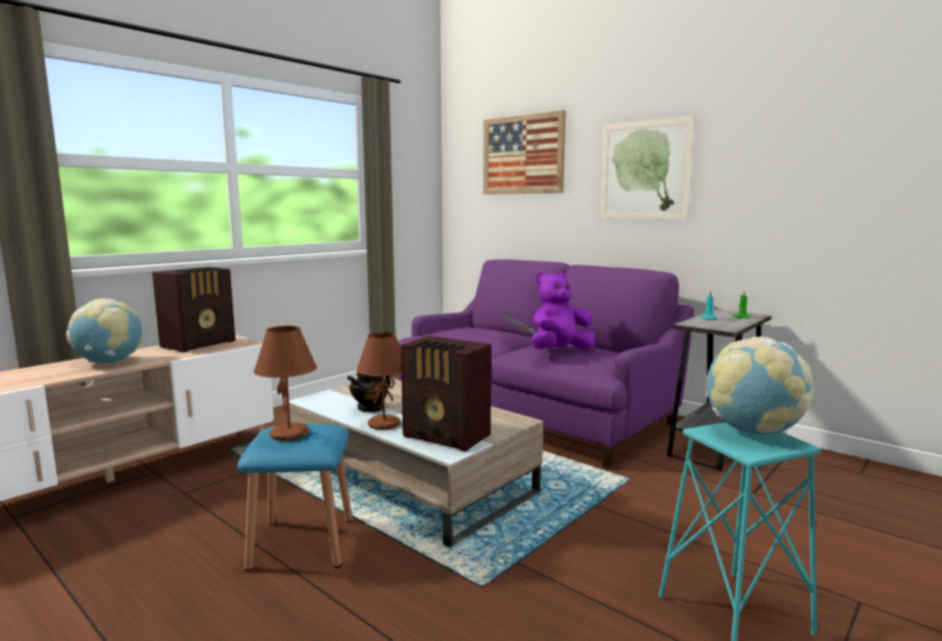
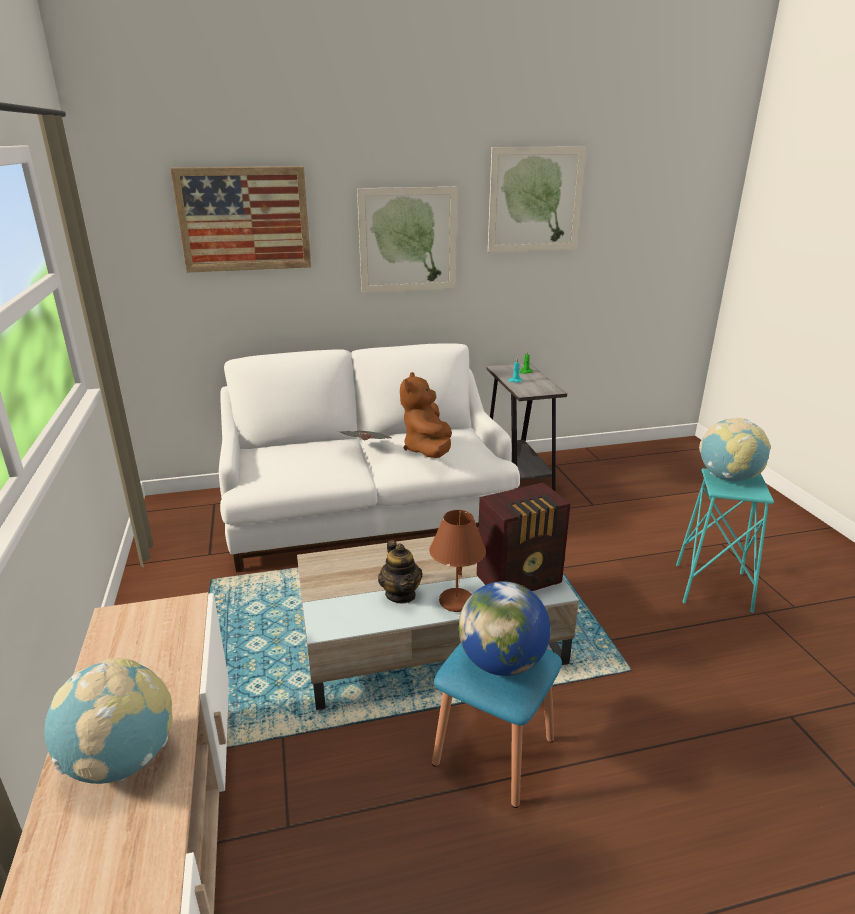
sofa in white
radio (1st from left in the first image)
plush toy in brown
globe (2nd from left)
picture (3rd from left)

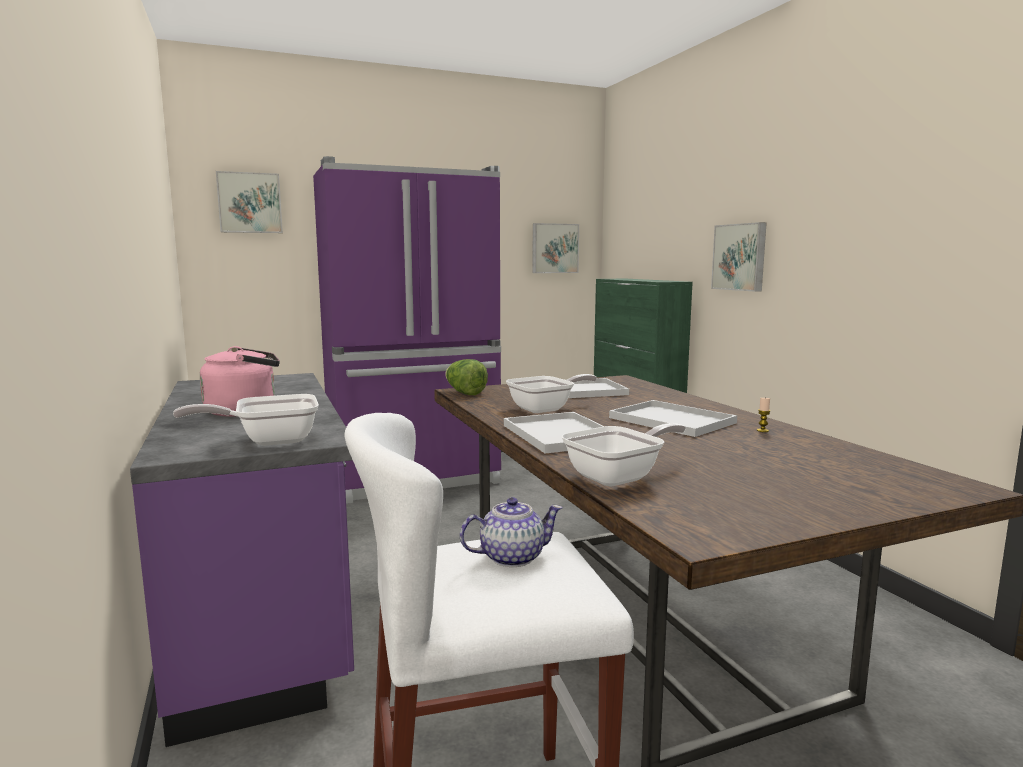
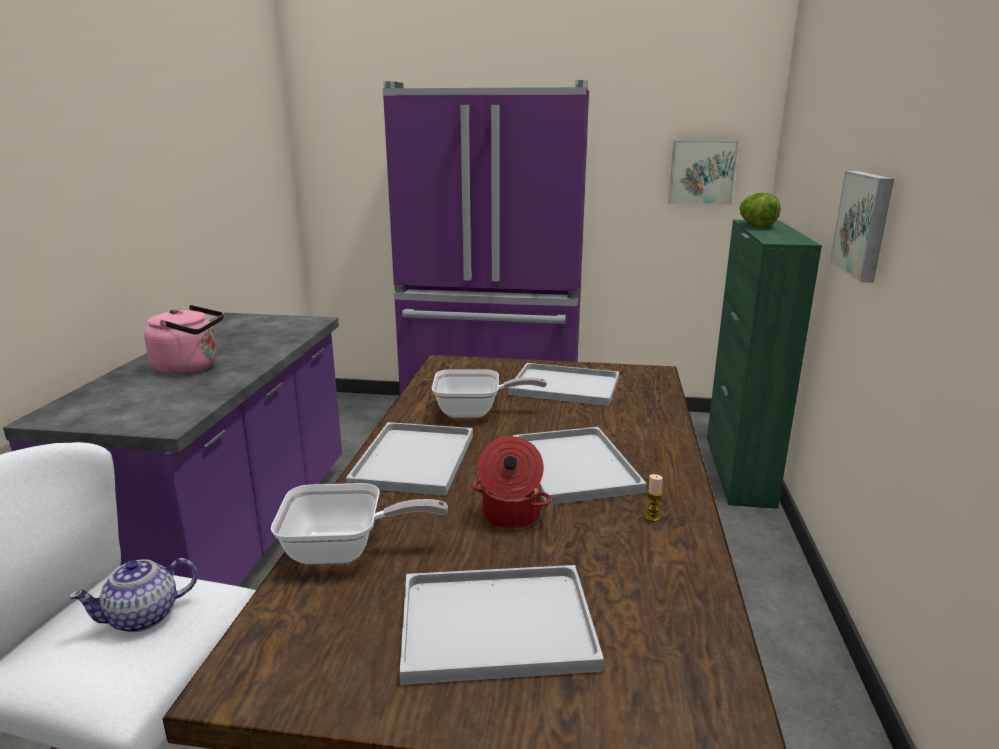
picture (1st from left in the first image)
lettuce
frying pan (1st from left in the first image)
teapot
cooking pot
tray in white (2nd from left)

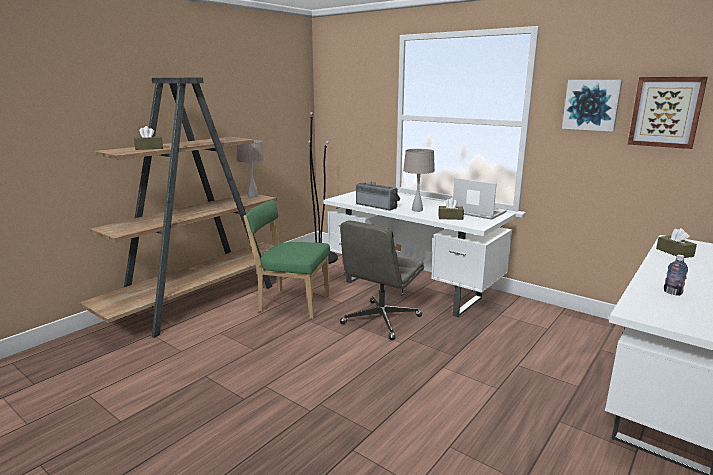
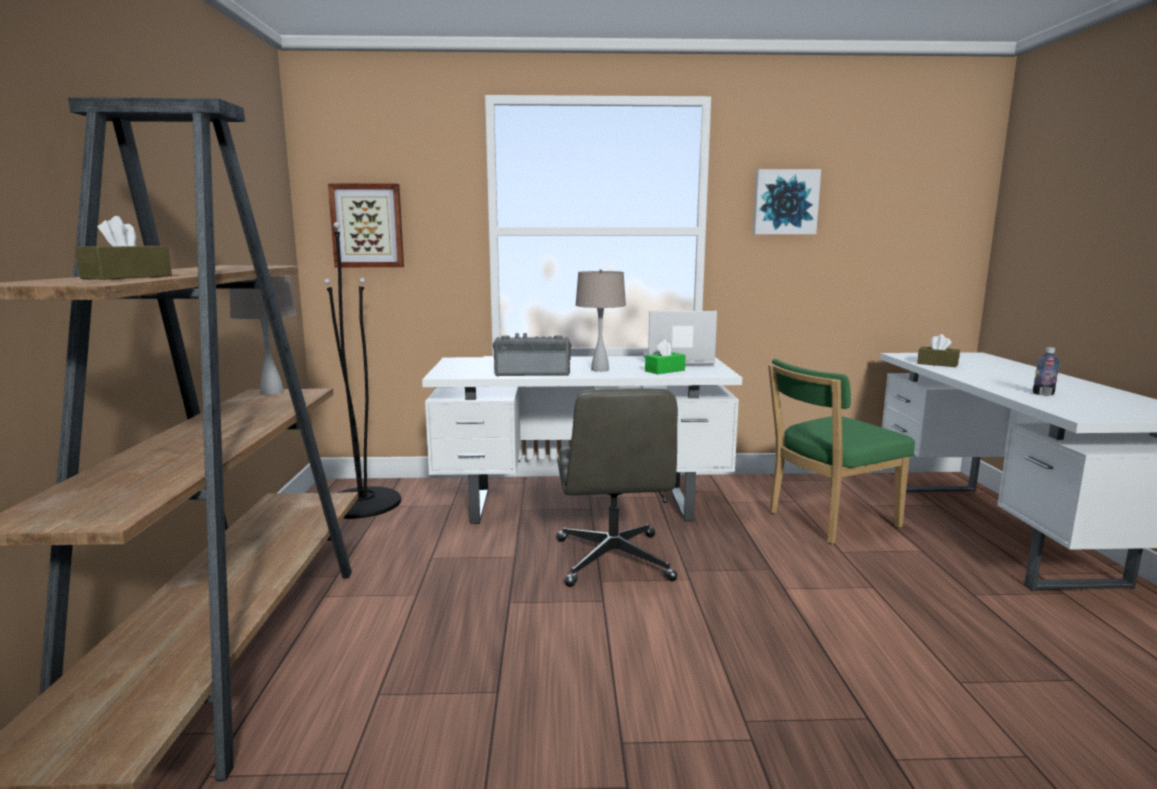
picture (1st from left)
tissue box in green
chair in green

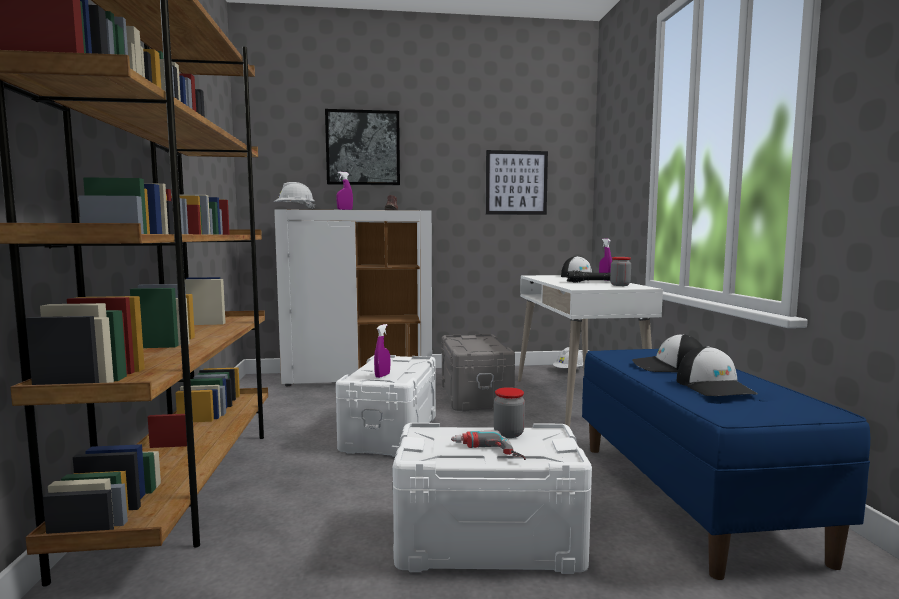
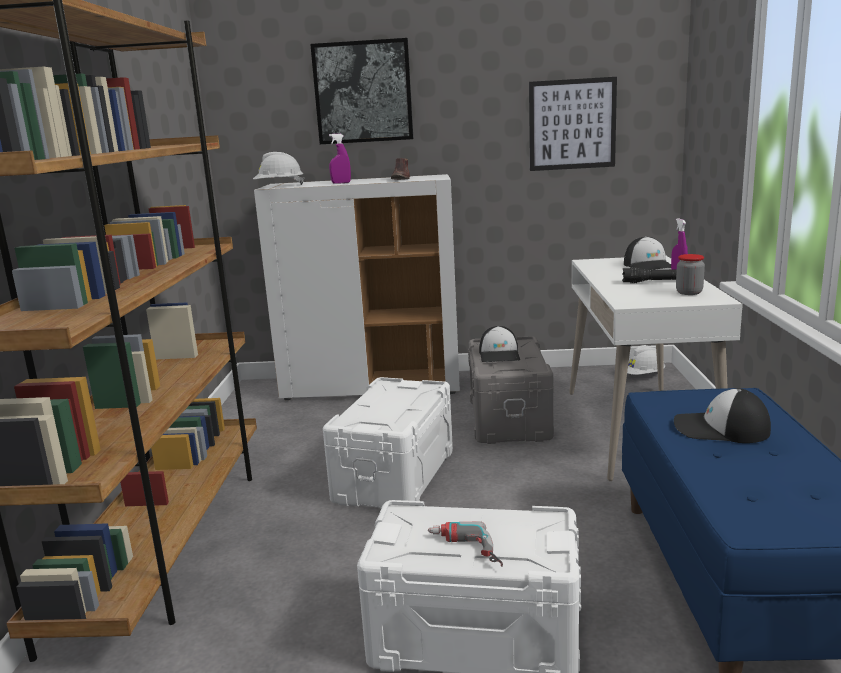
spray bottle in purple (2nd from left in the first image)
cap (1st from left)
jar (1st from left in the first image)

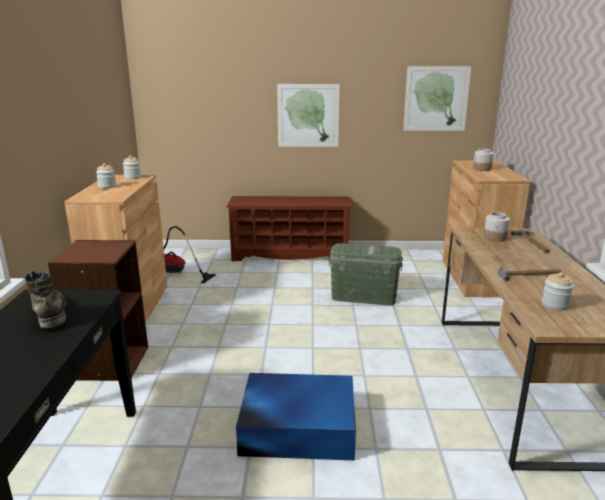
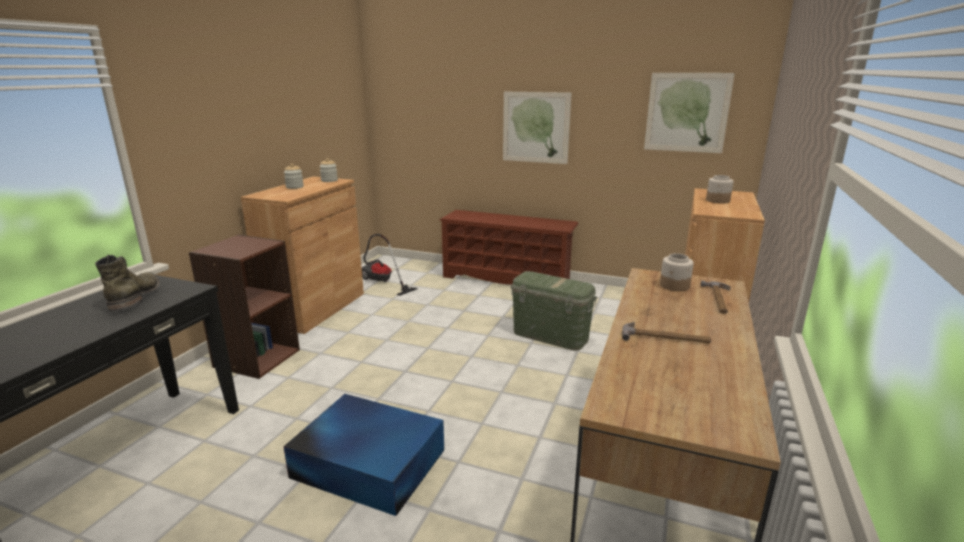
jar (5th from left in the first image)

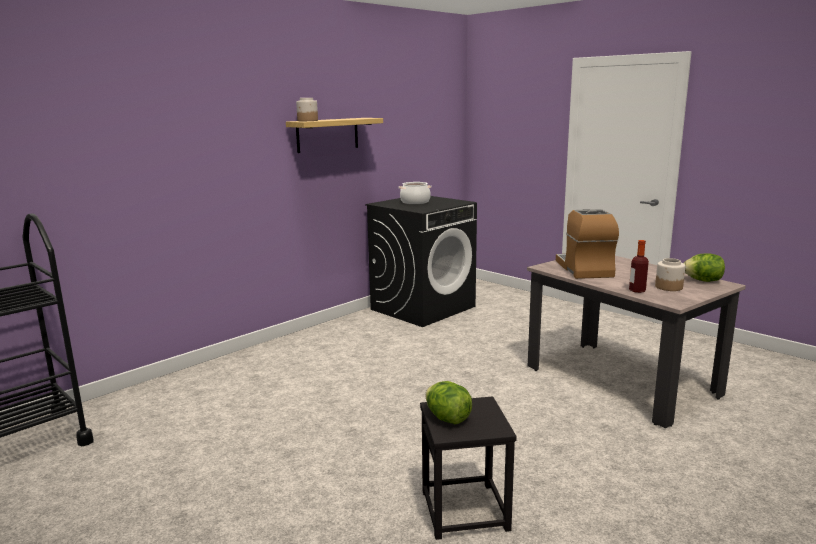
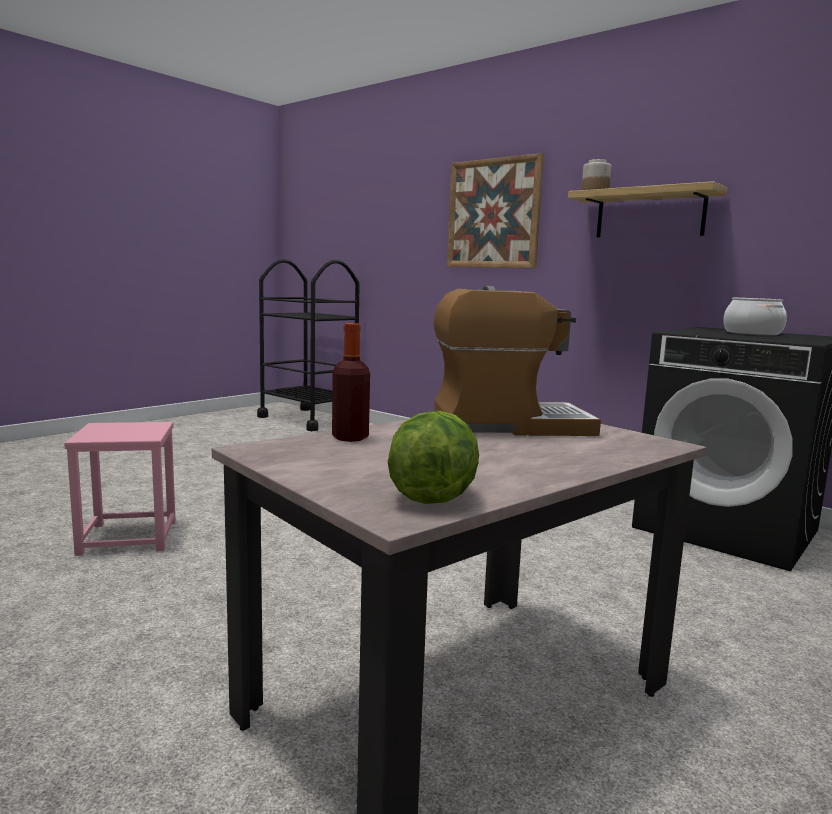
jar (2nd from left in the first image)
lettuce (1st from left in the first image)
stool in pink
picture

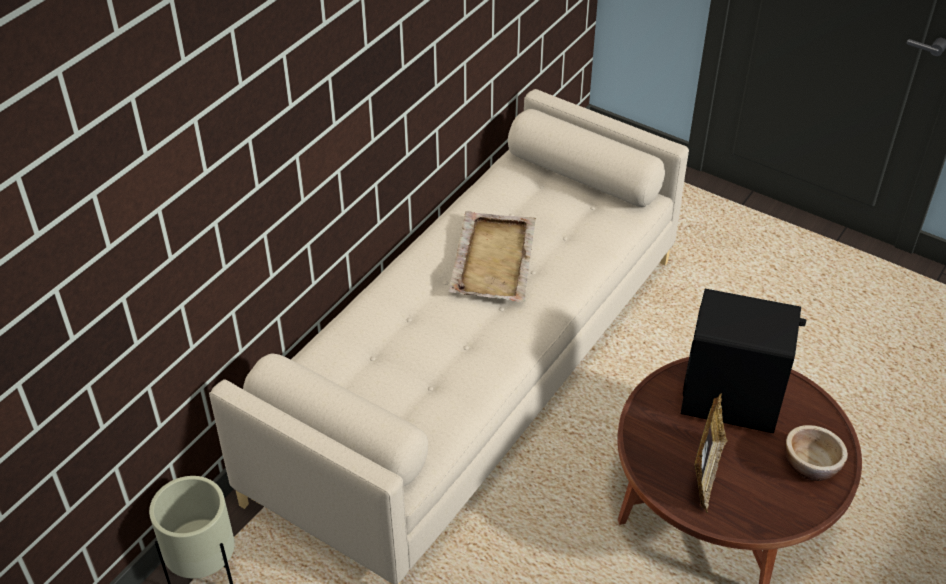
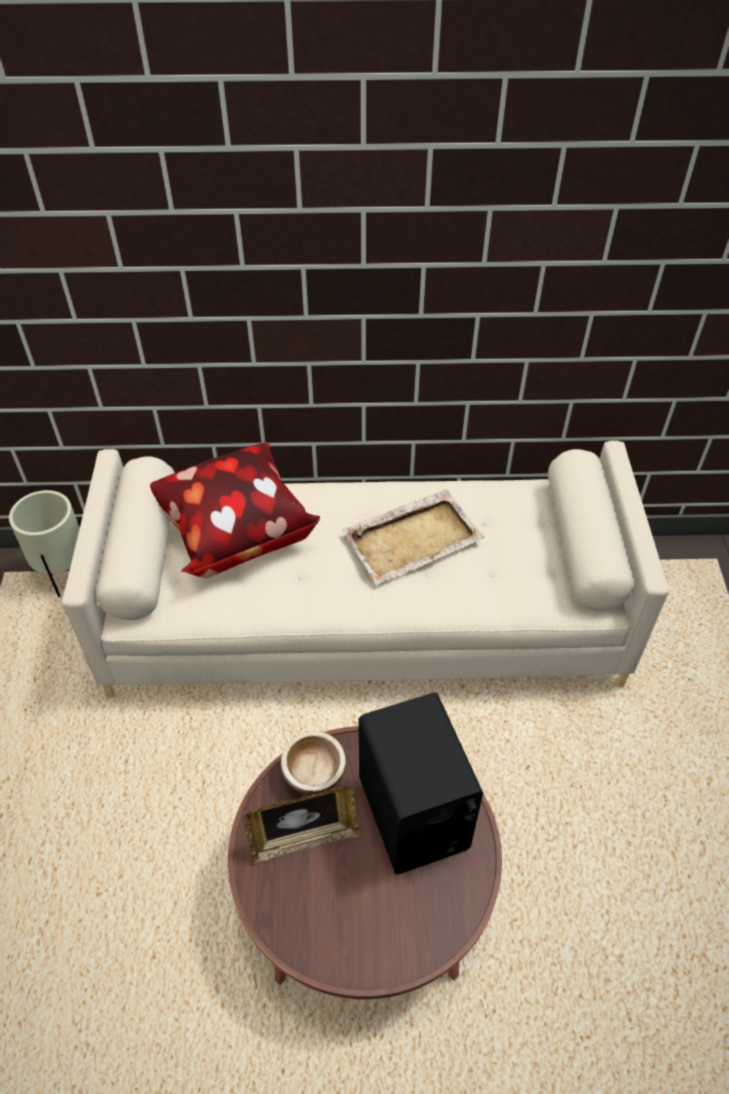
bowl
pillow

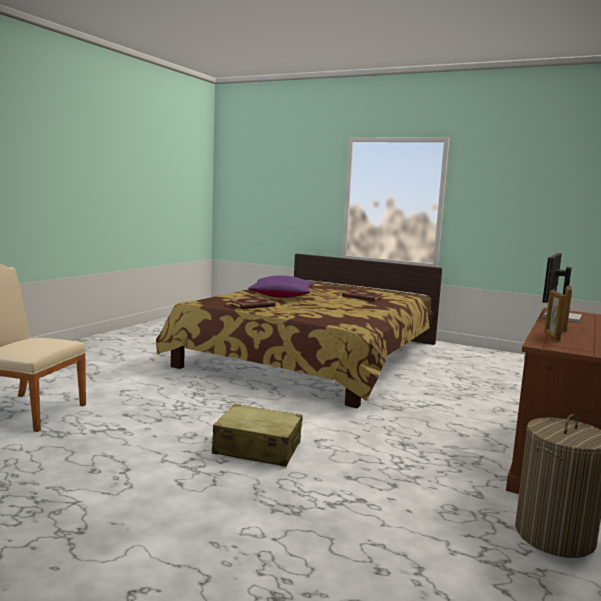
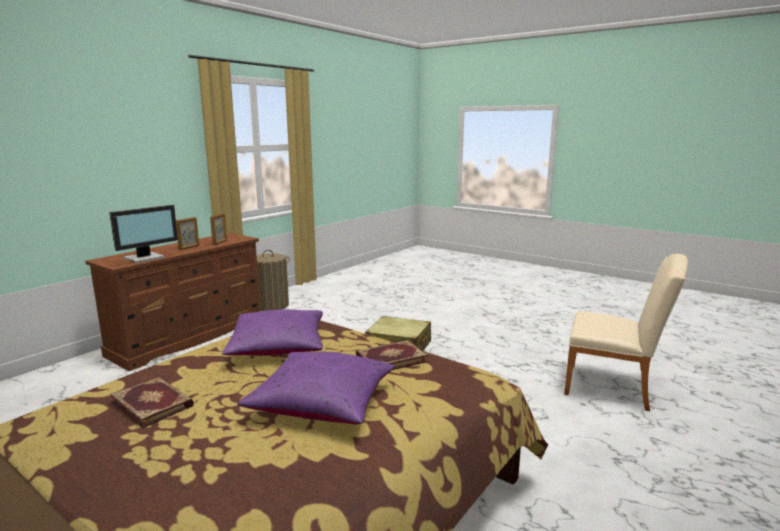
pillow in purple (1st from left)

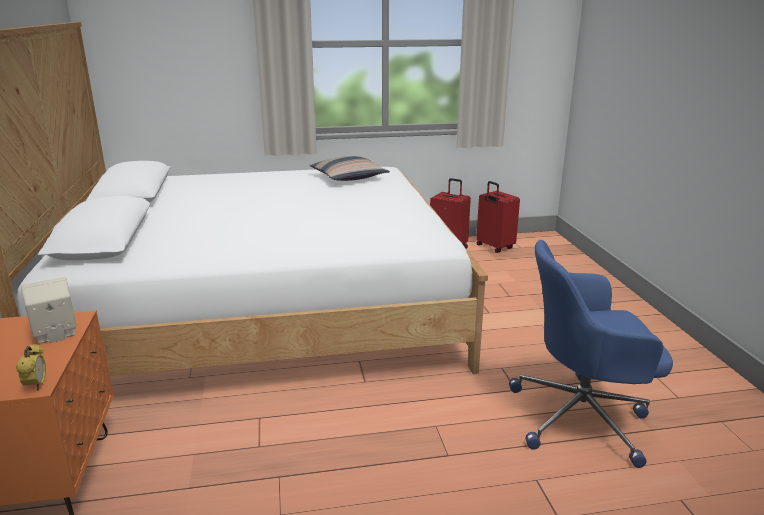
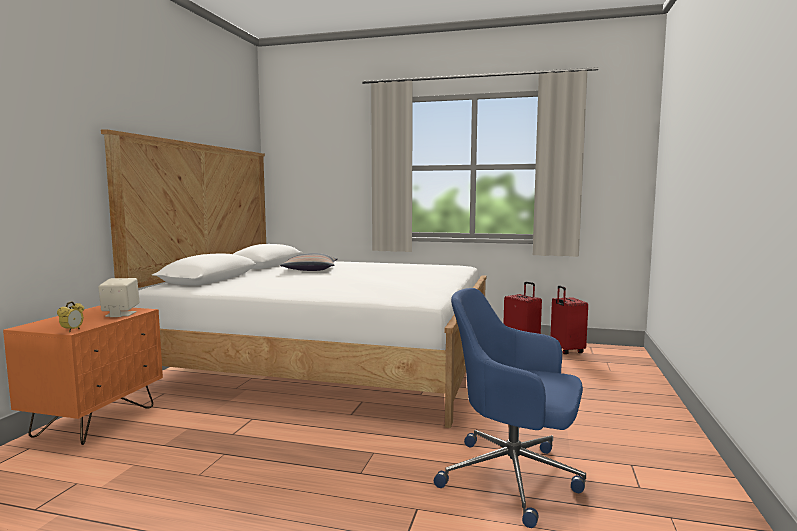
pillow

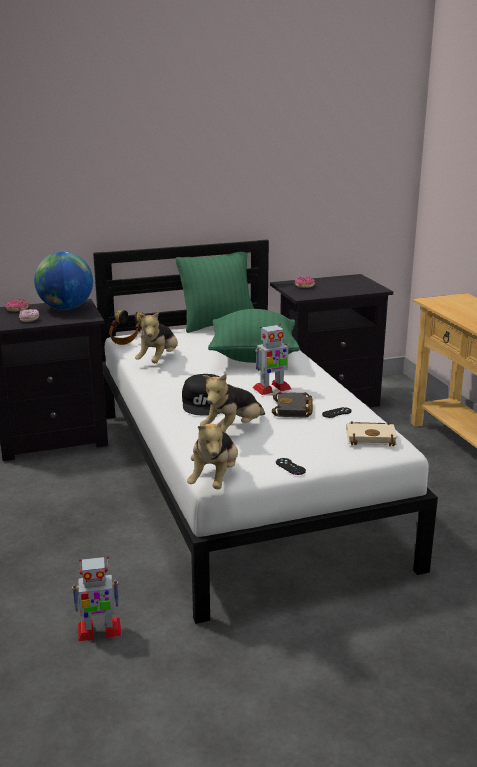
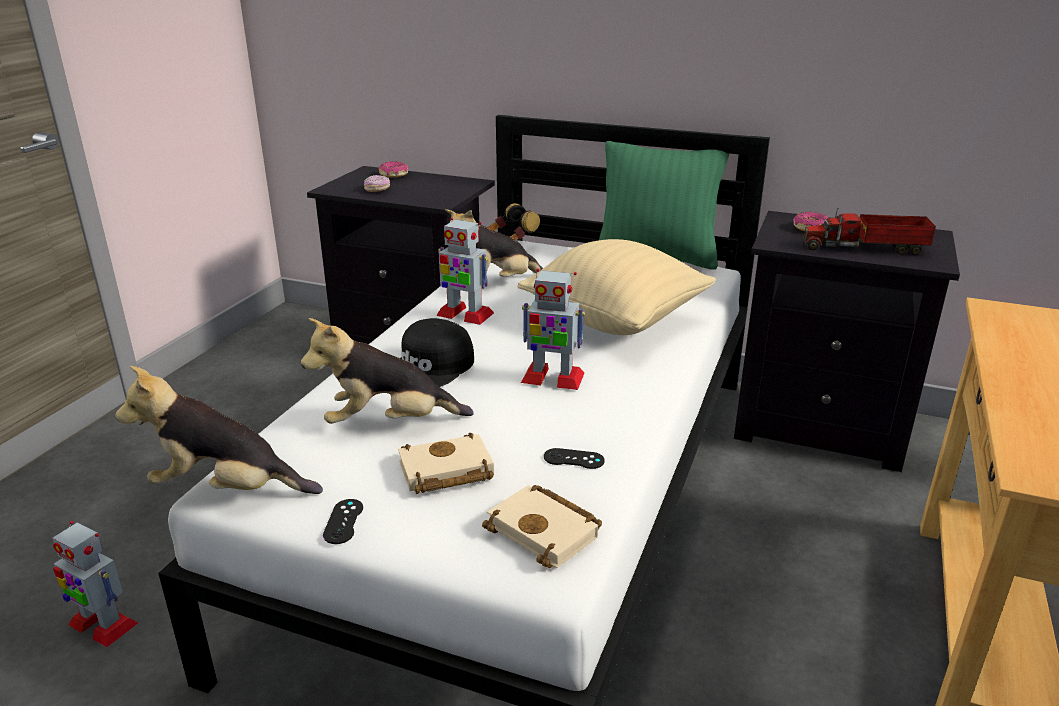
globe
pillow in beige
book in black
plush toy (1st from left)
toy truck
toy robot (2nd from left)
book in beige (1st from left)

